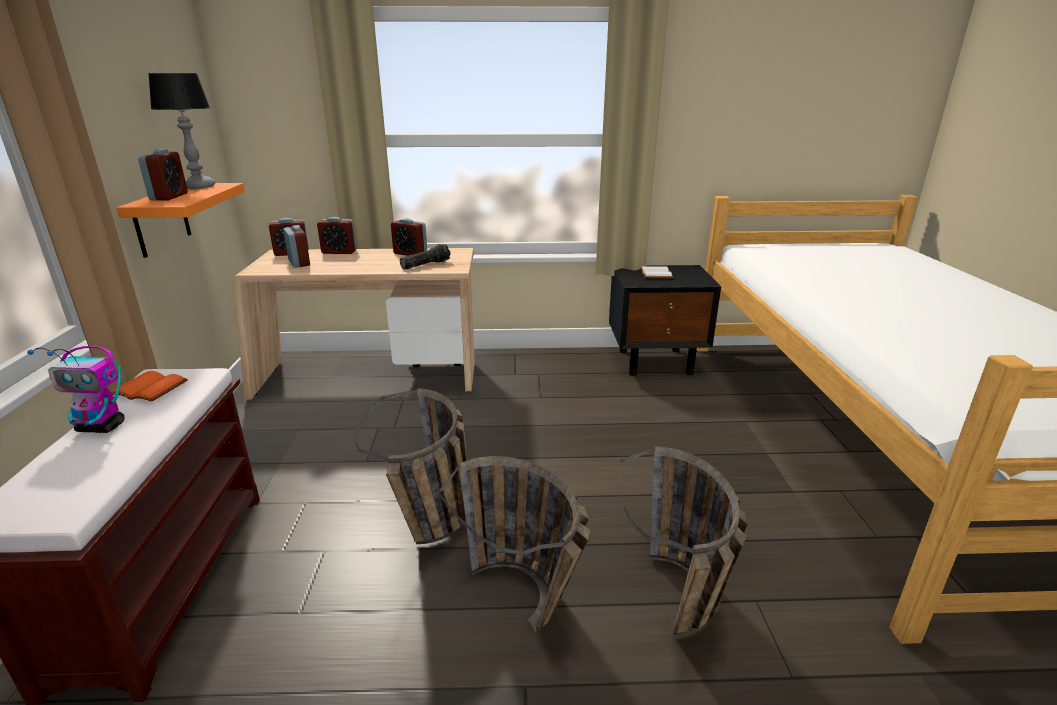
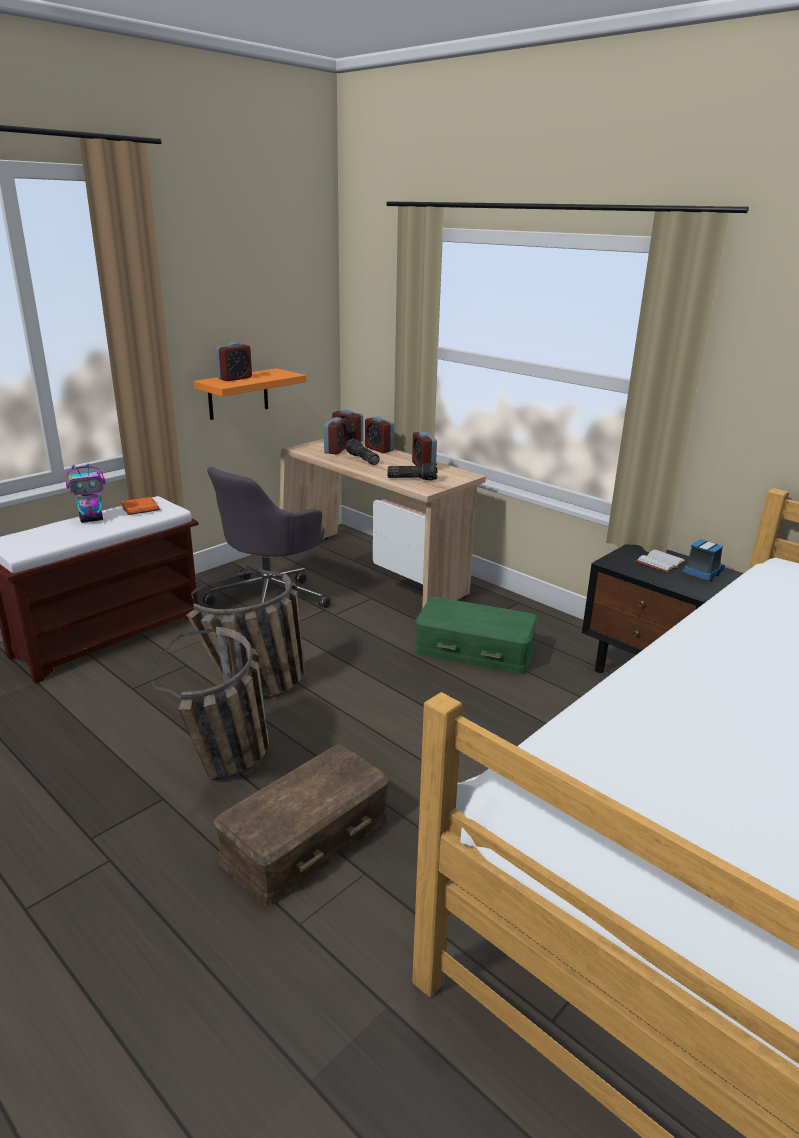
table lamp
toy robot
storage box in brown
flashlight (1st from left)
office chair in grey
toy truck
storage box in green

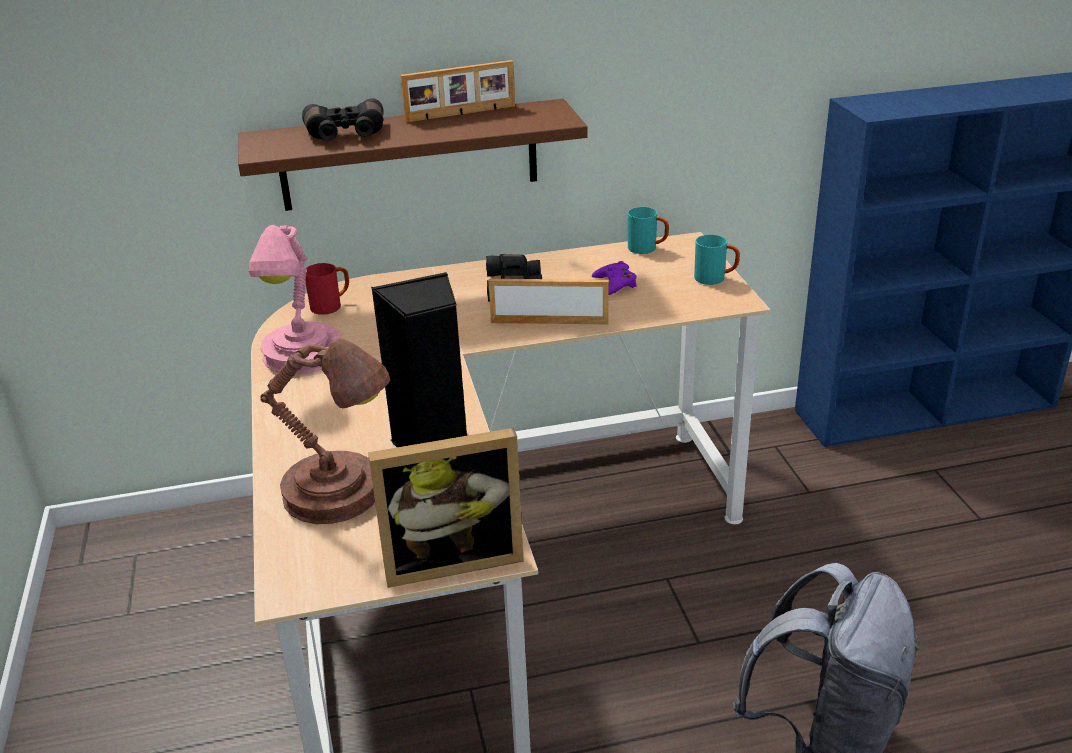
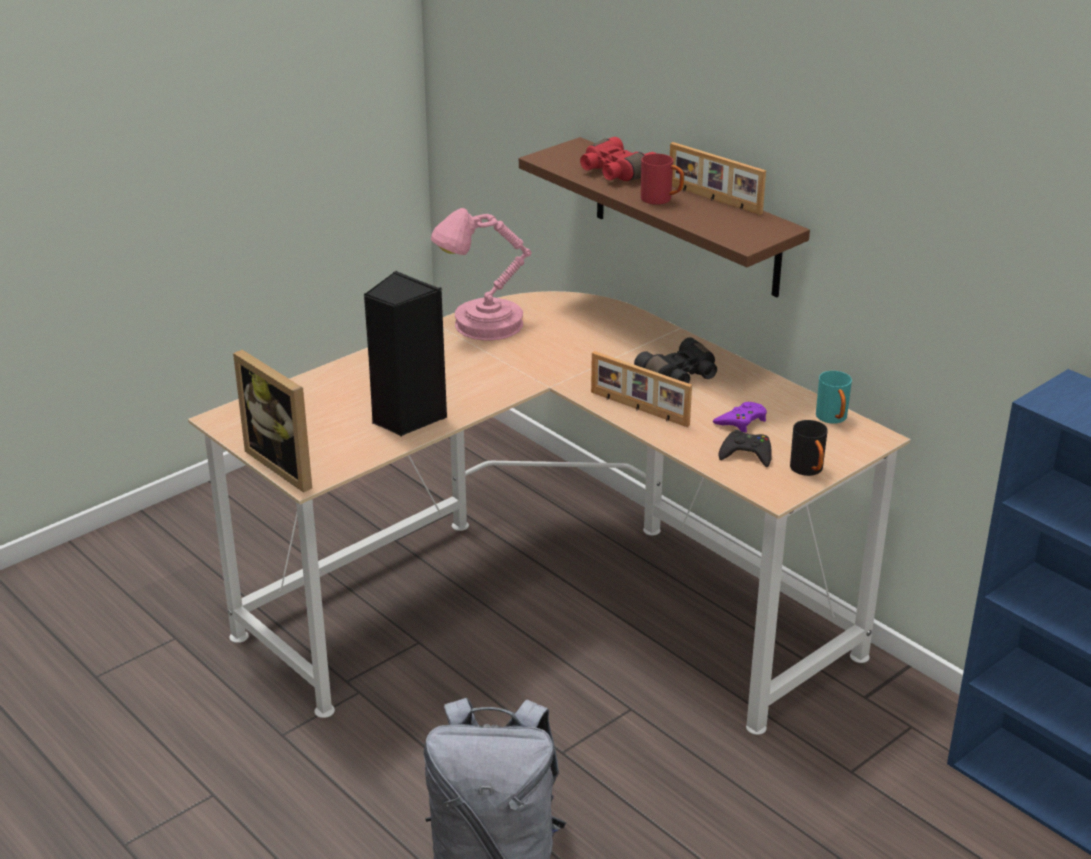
binoculars in red
mug in black
mug in red
picture frame (2nd from left)
table lamp in brown
game controller in black

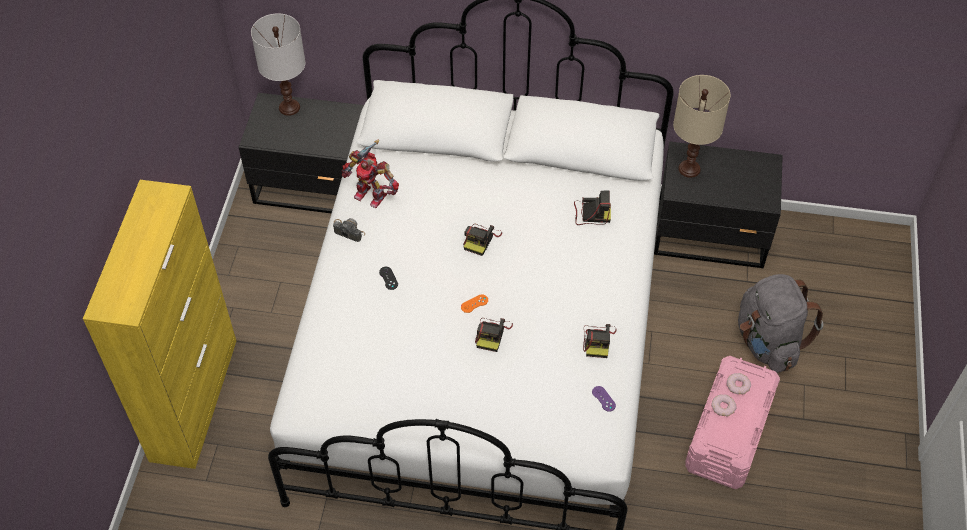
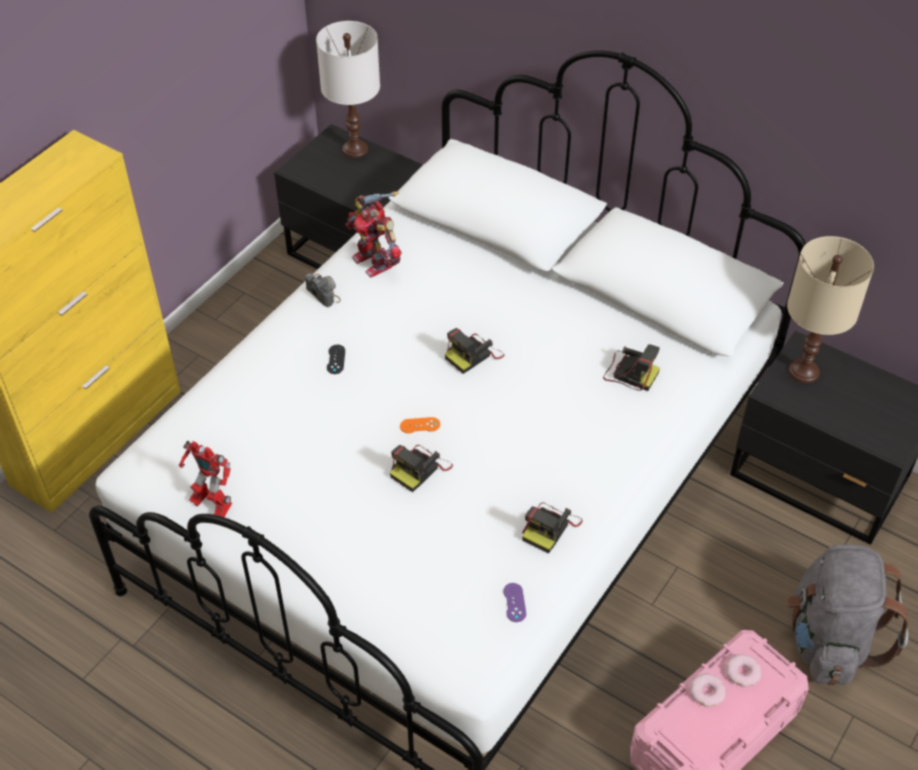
toy robot (1st from left)

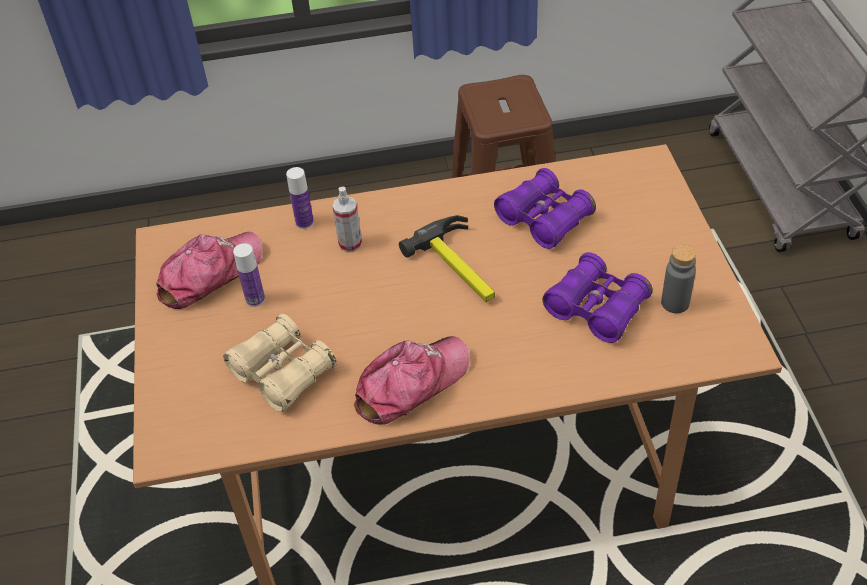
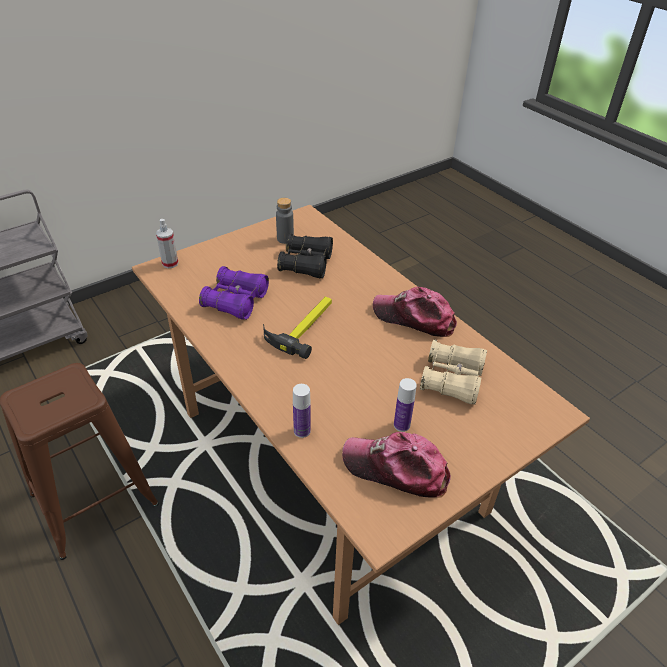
spray bottle
binoculars in black

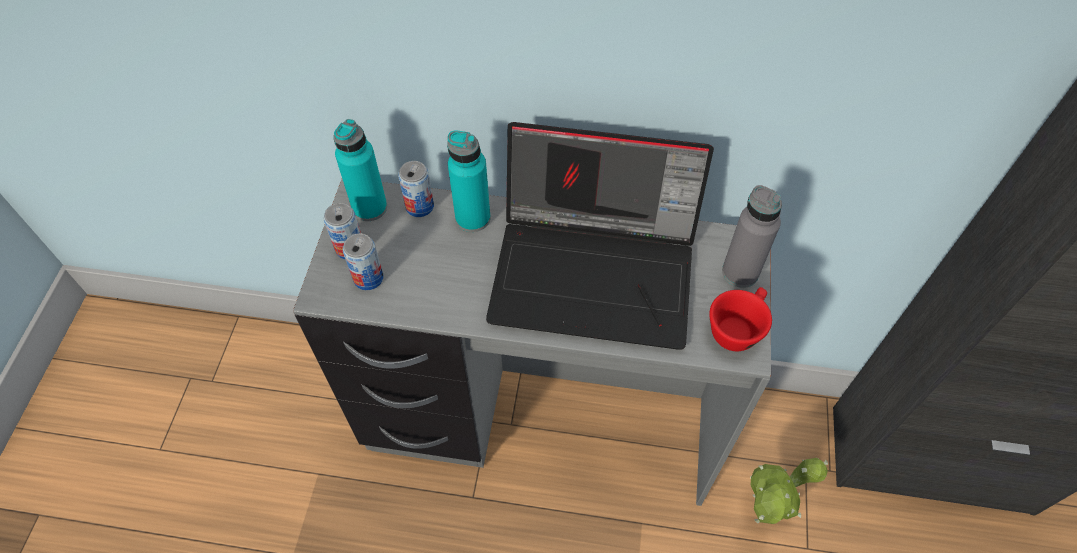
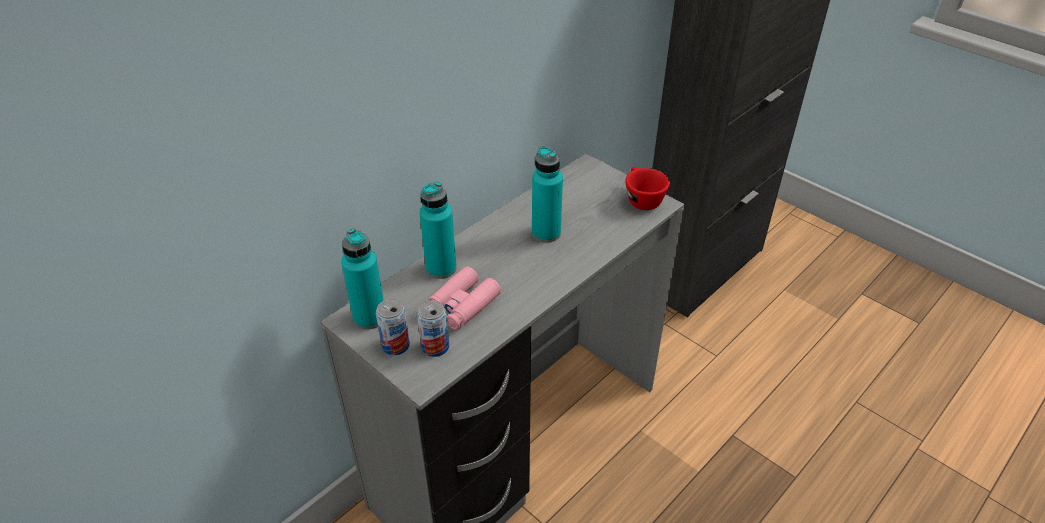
bottle in turquoise (3rd from left)
can (3rd from left in the first image)
bottle in grey
potted plant
binoculars in pink

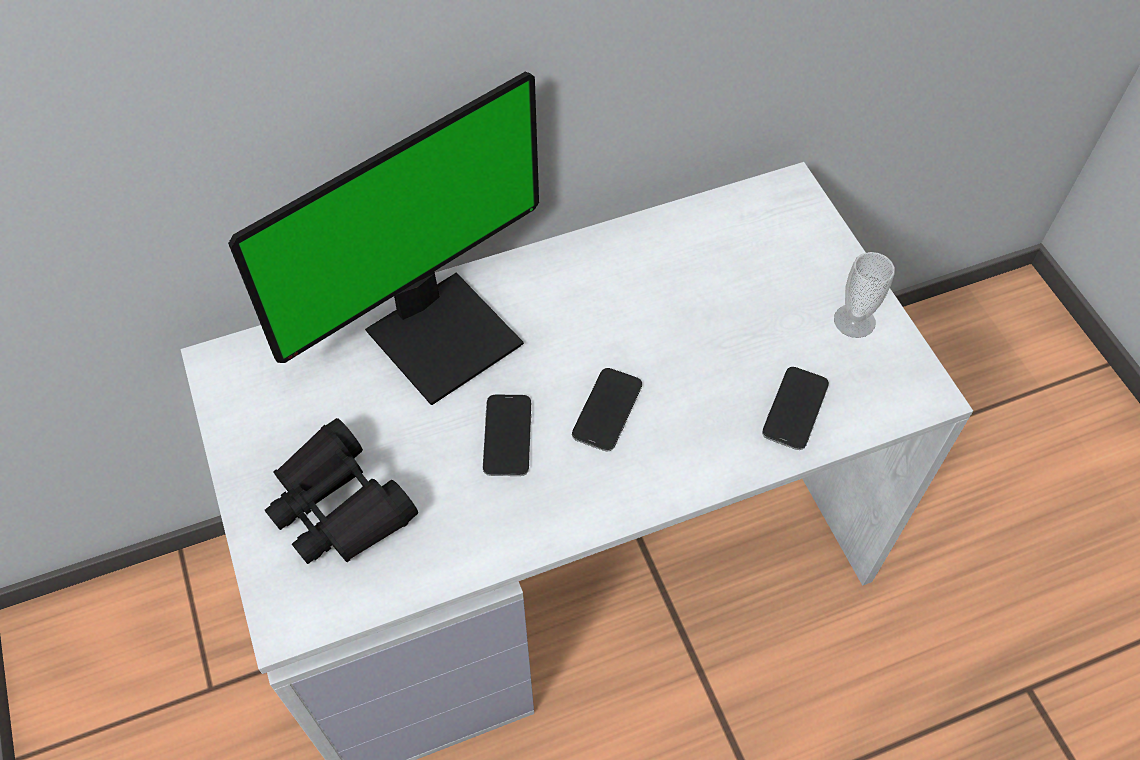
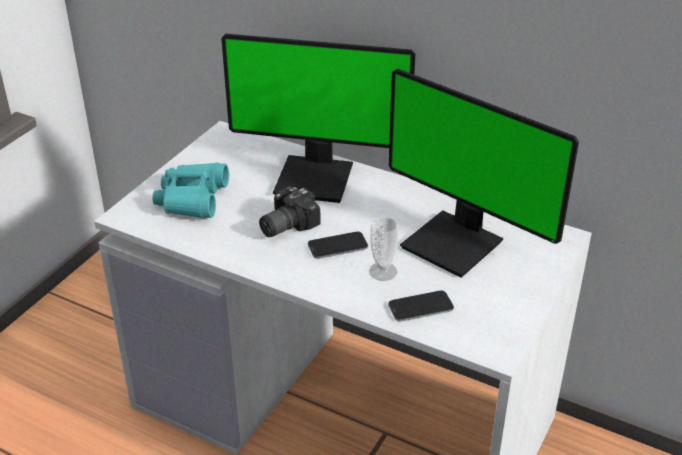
cup
photo camera
binoculars in turquoise
monitor (2nd from left)

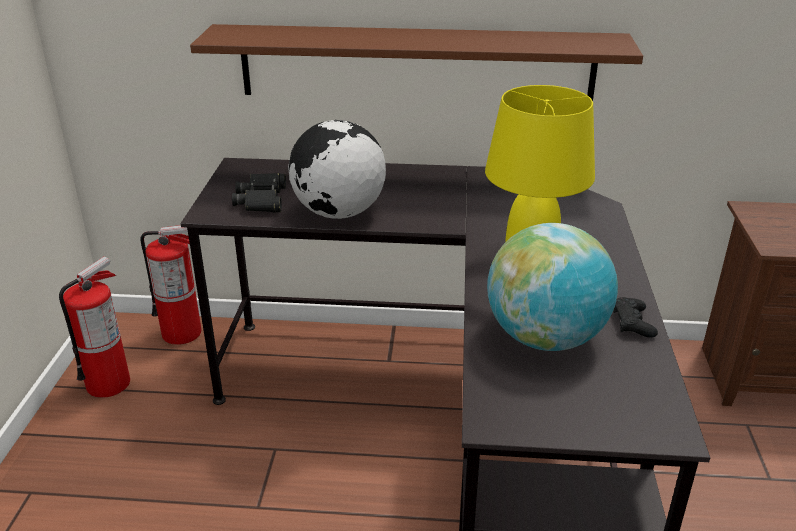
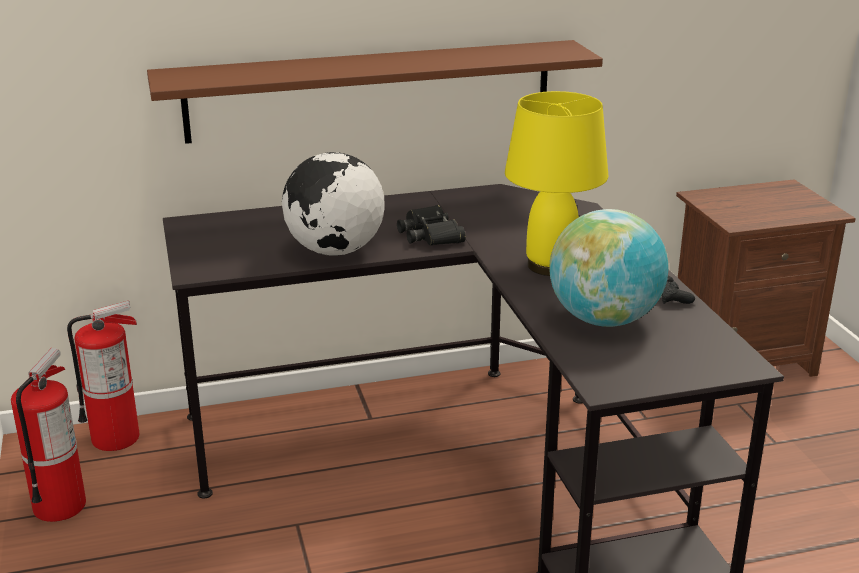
binoculars in black

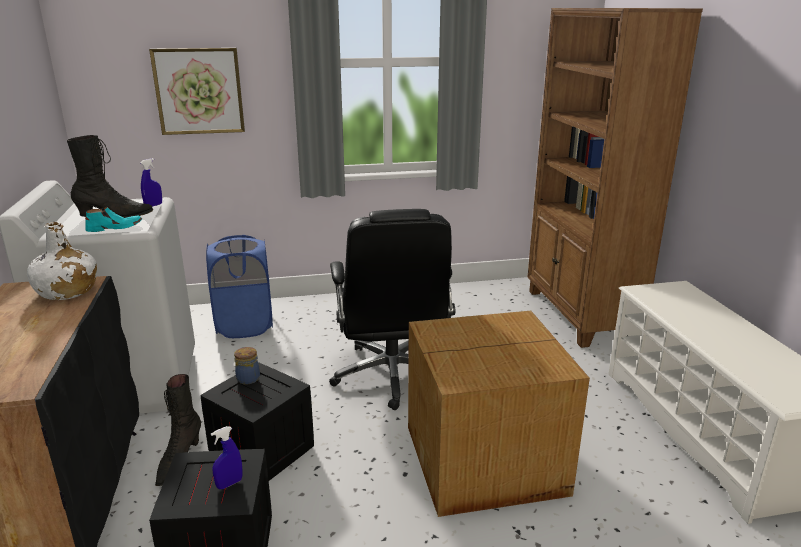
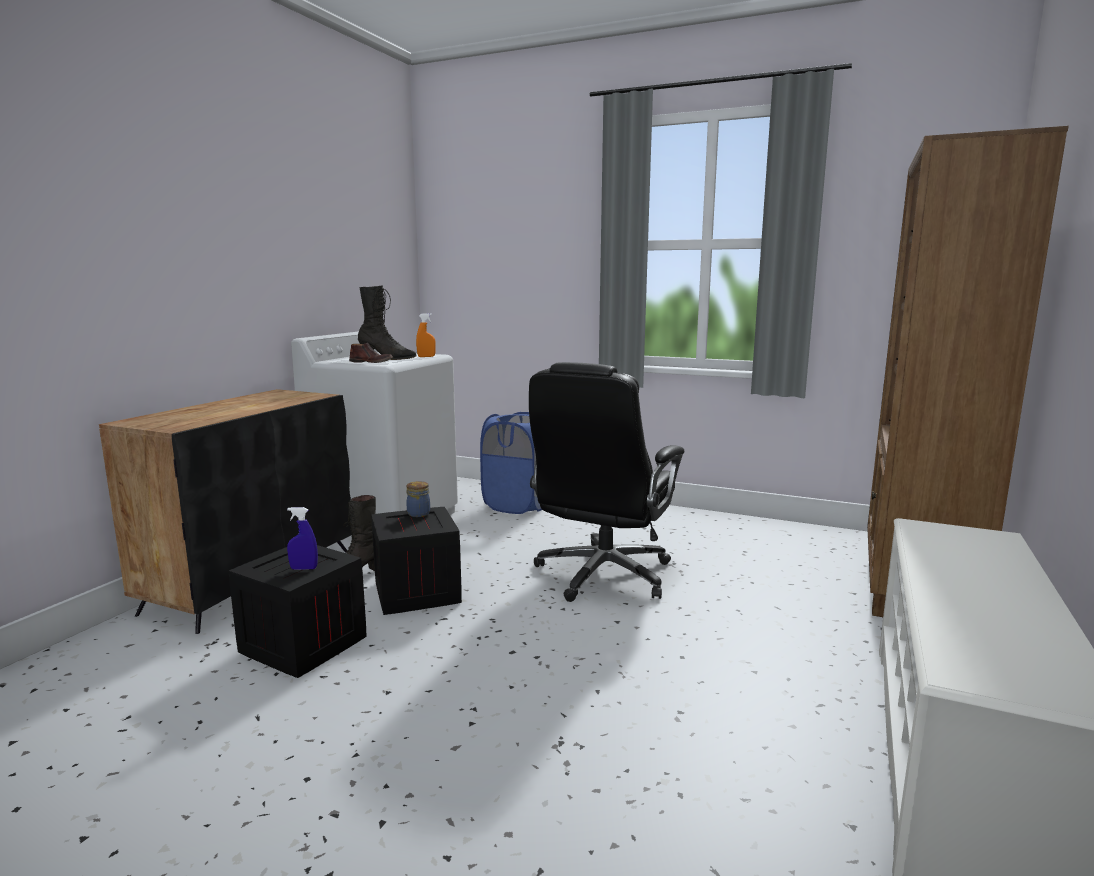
picture
spray bottle in orange
shoe in brown
bottle in white
cardboard box

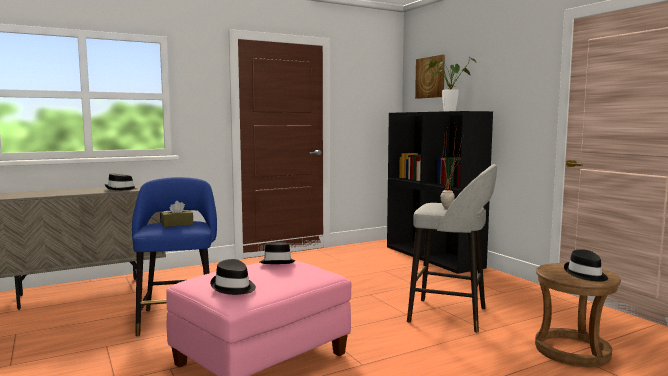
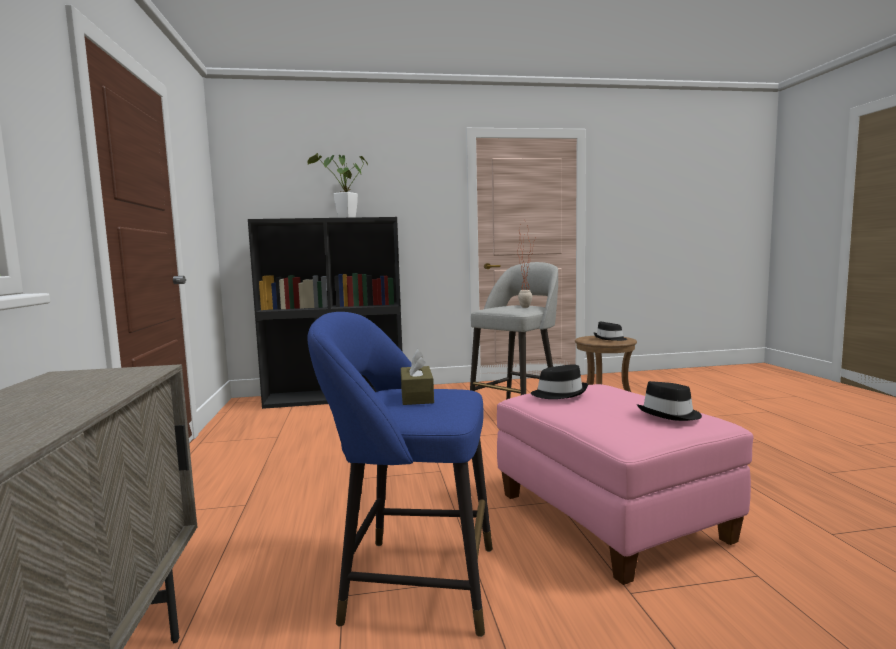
picture
hat in black (1st from left in the first image)

